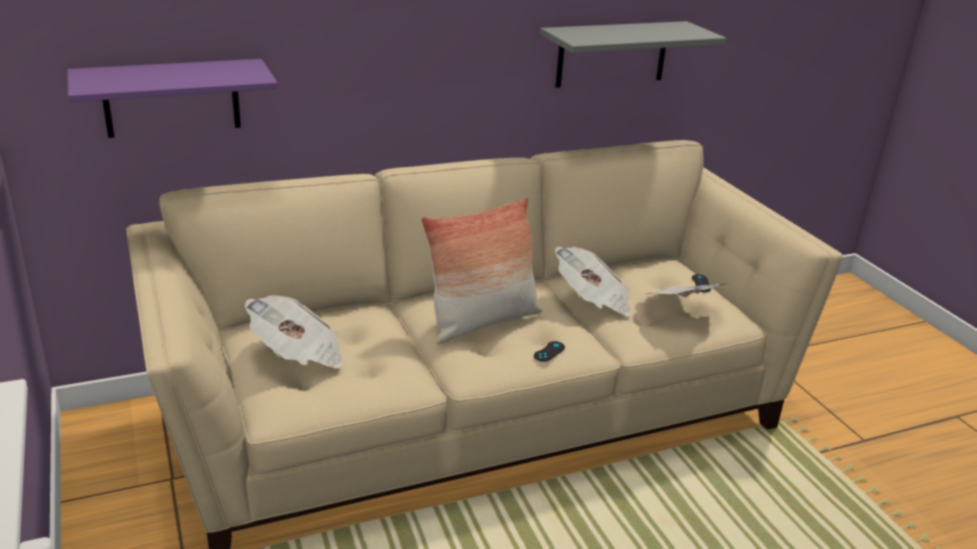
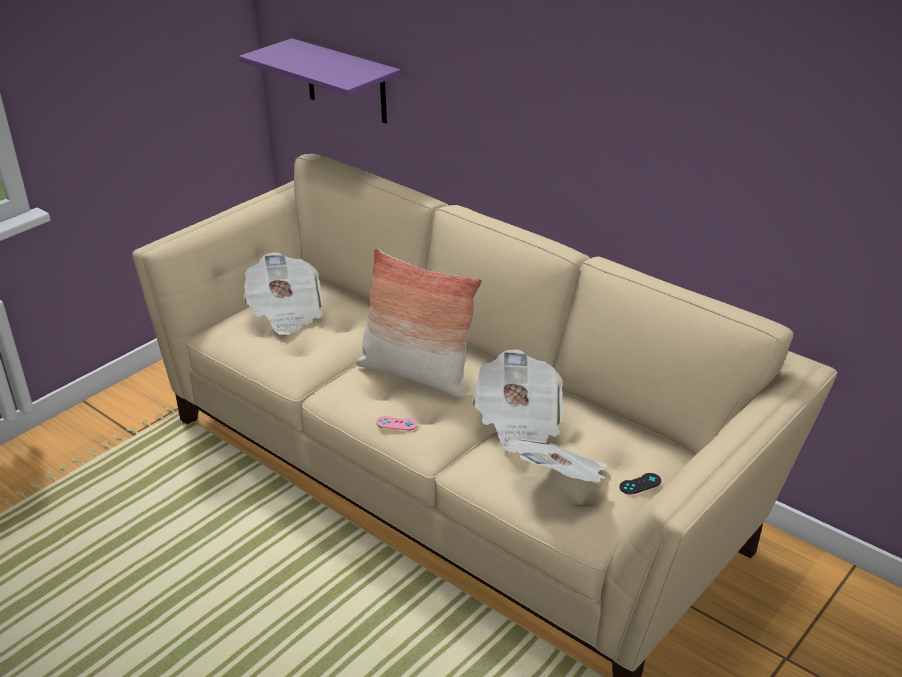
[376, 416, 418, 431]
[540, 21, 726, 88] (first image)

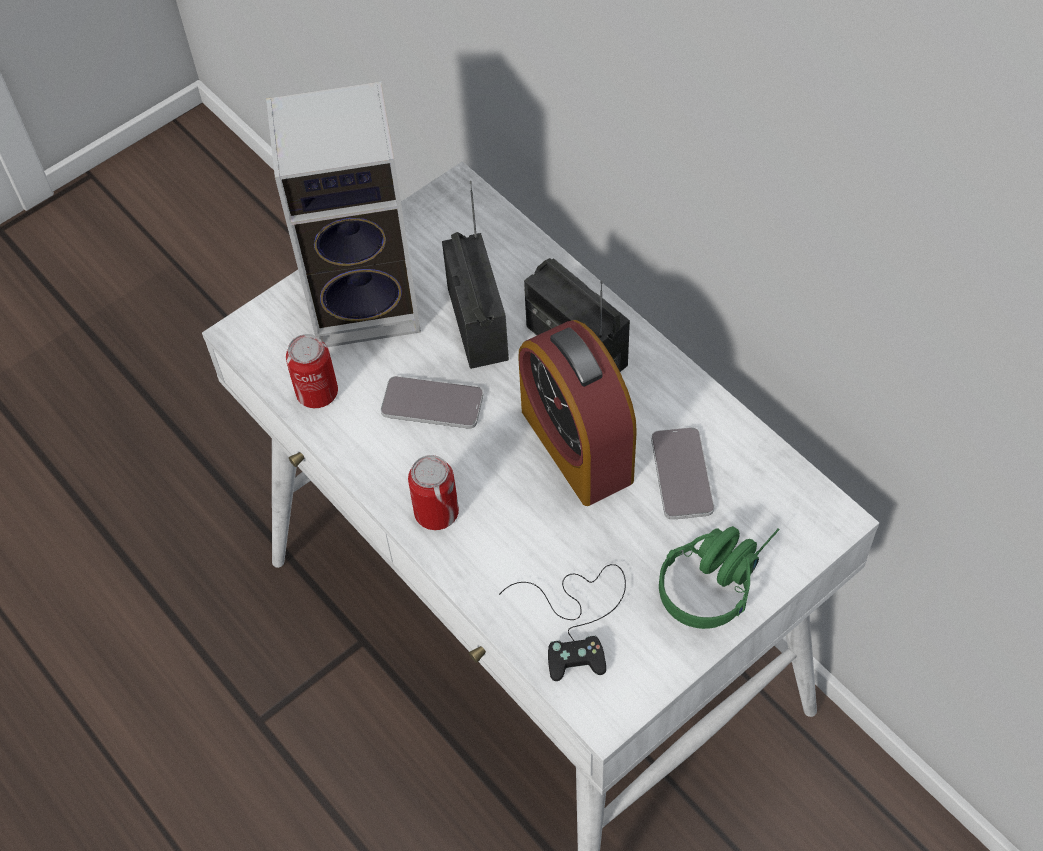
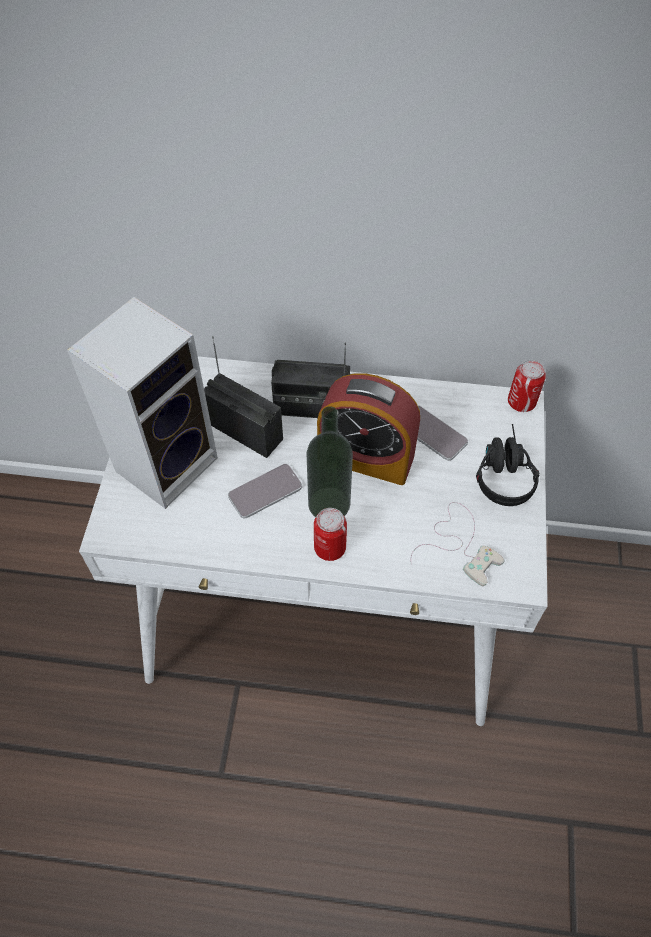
[508, 360, 546, 412]
[411, 502, 504, 586]
[476, 424, 539, 506]
[306, 406, 353, 517]

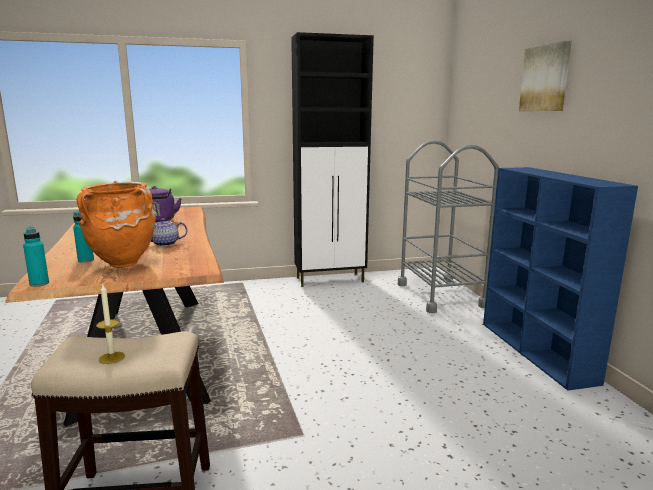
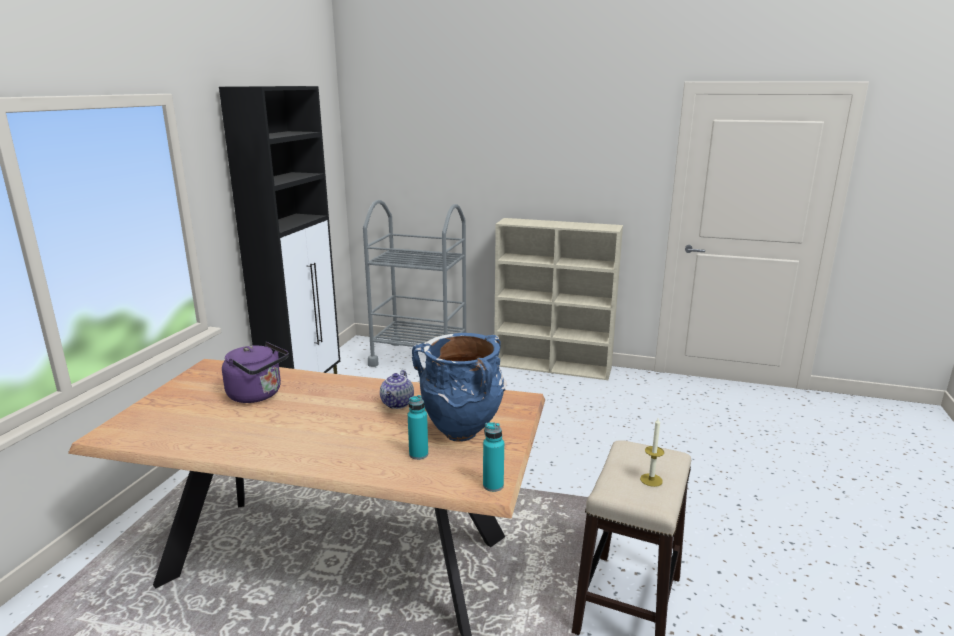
[412, 333, 507, 442]
[494, 218, 623, 380]
[519, 41, 572, 111] (first image)

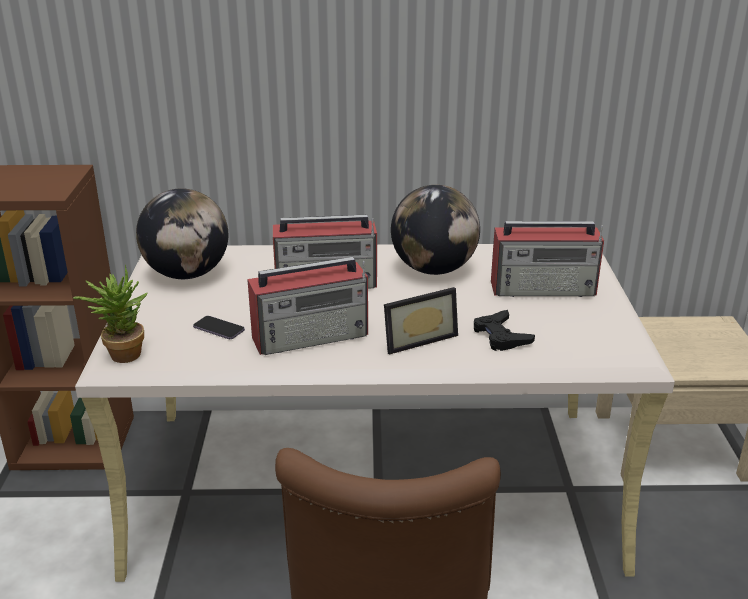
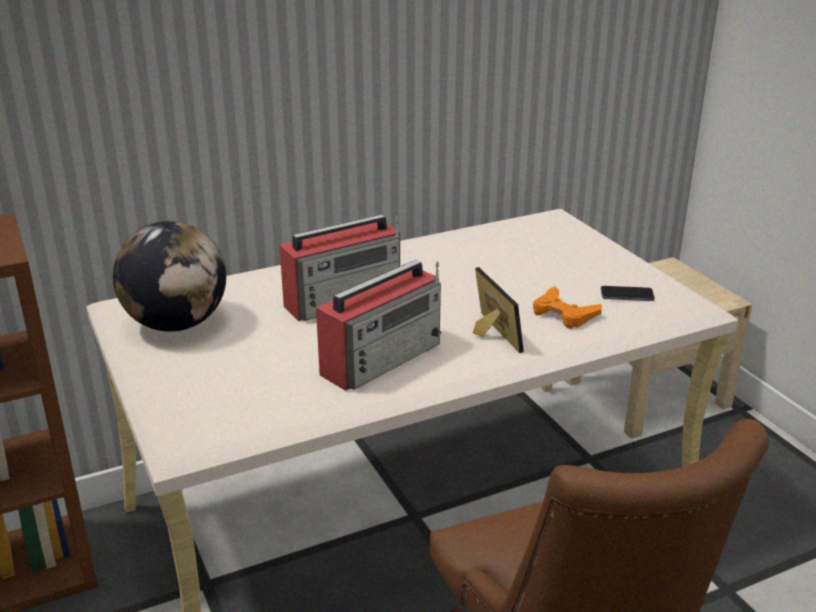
[73, 265, 148, 363] (first image)
[601, 286, 655, 301]
[473, 267, 524, 353]
[391, 185, 480, 275] (first image)
[533, 286, 602, 329]
[491, 221, 604, 297] (first image)

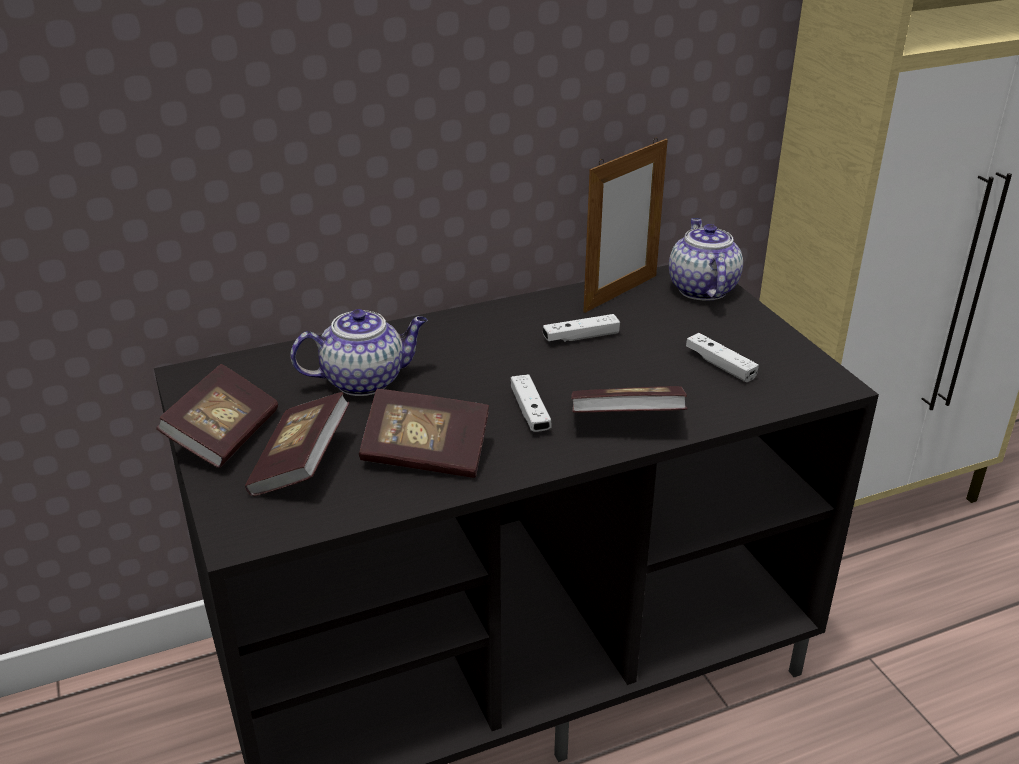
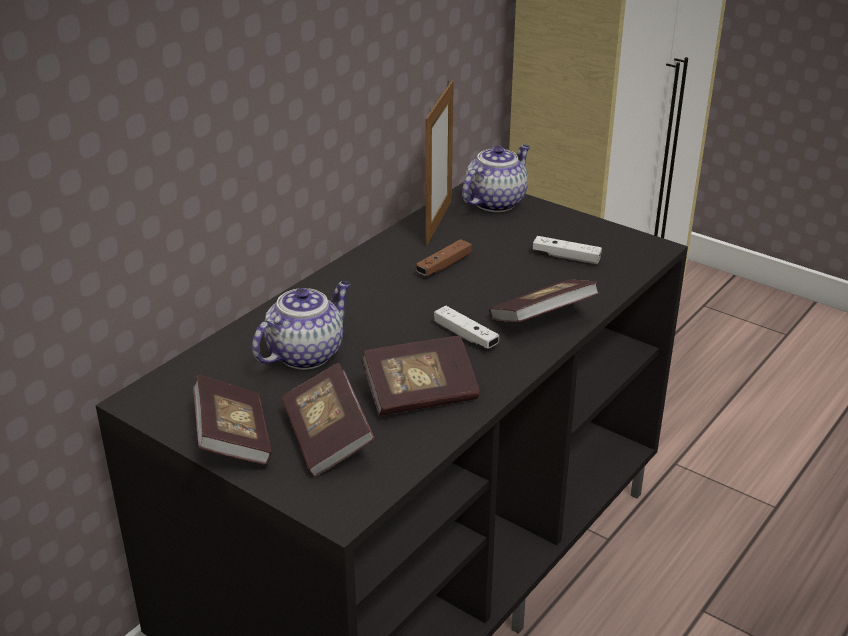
[416, 239, 472, 276]
[462, 145, 530, 212]

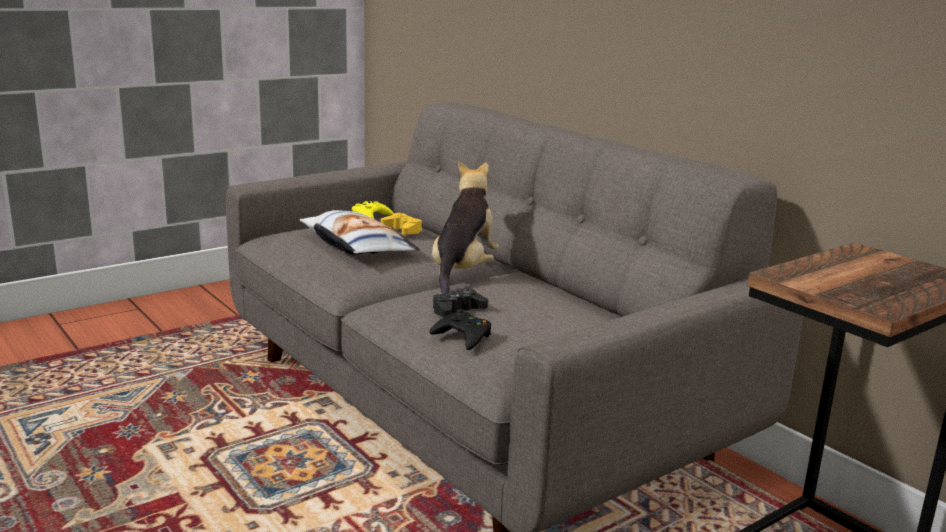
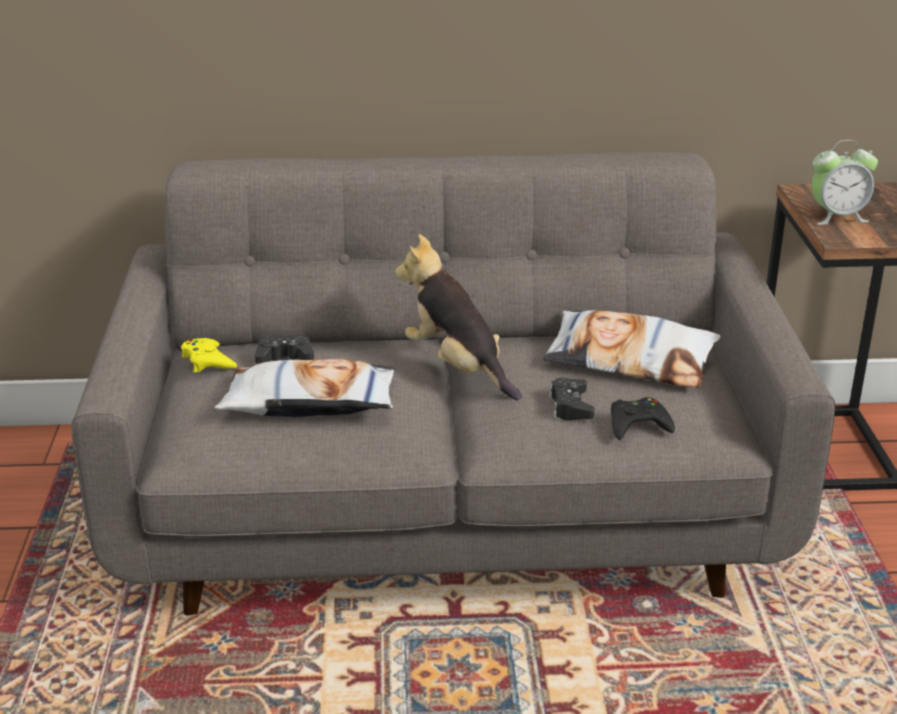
[255, 334, 314, 364]
[542, 310, 721, 387]
[811, 140, 878, 225]

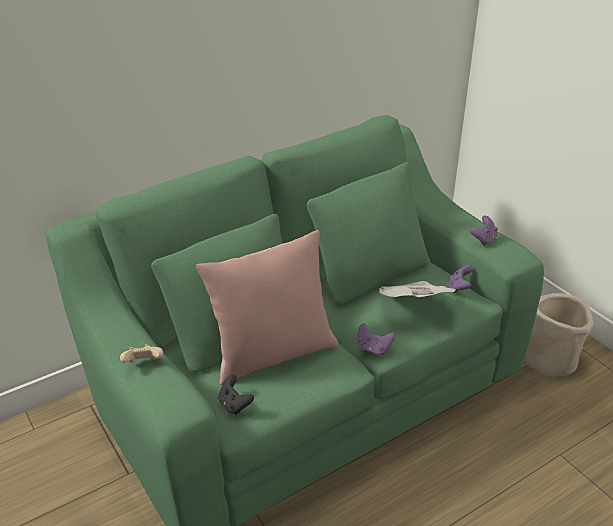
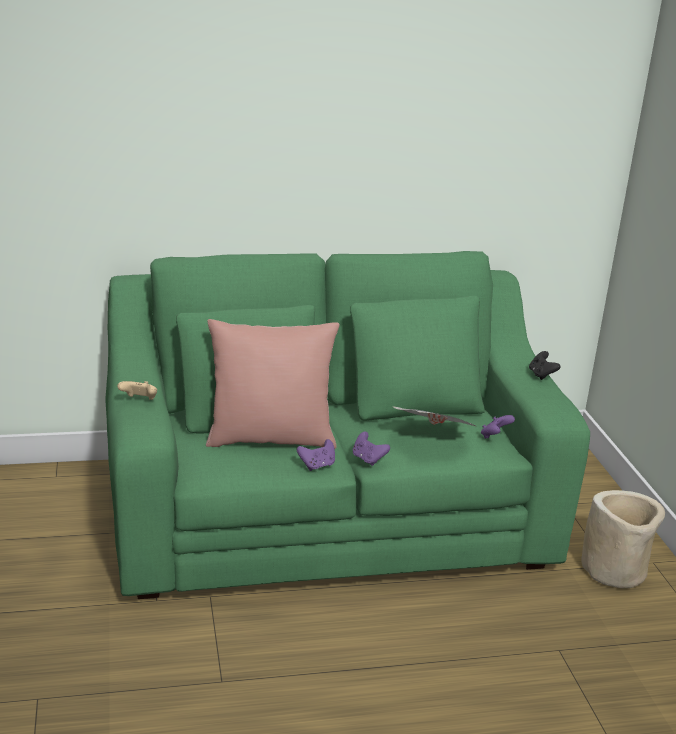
[529, 351, 561, 380]
[297, 439, 335, 471]

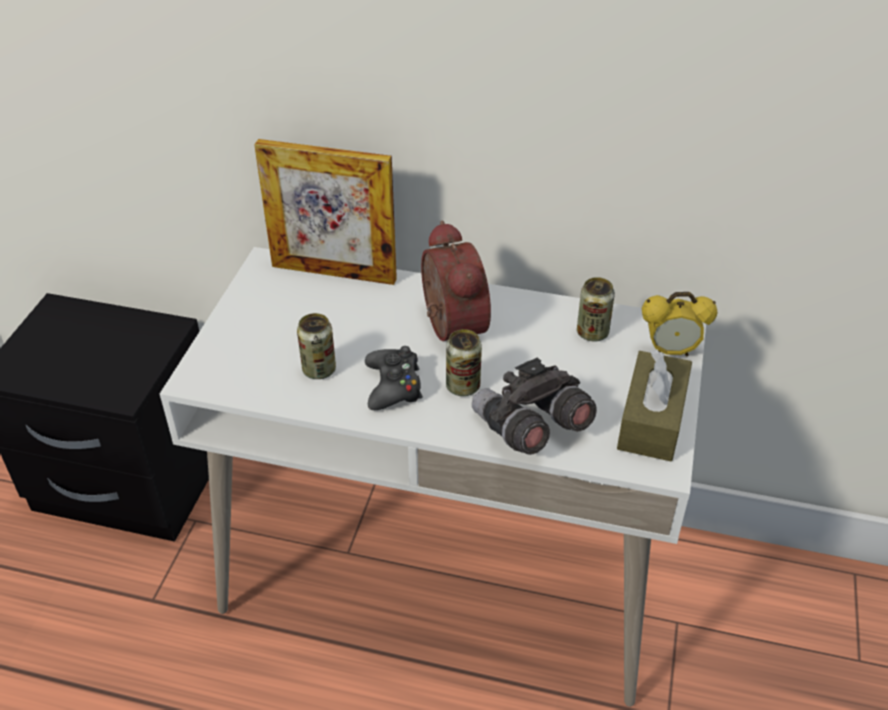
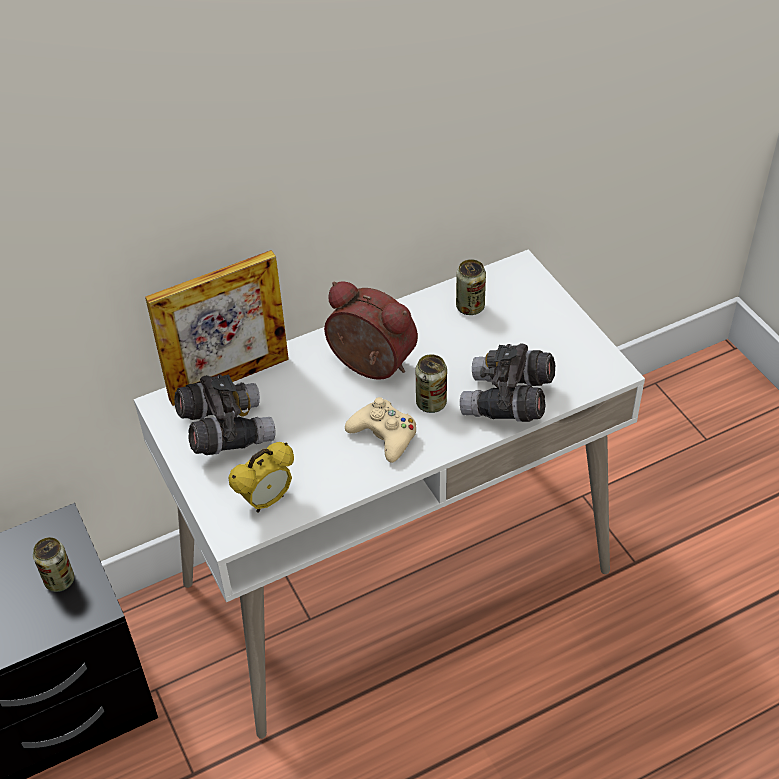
[33, 537, 74, 592]
[345, 397, 416, 463]
[617, 350, 692, 461] (first image)
[228, 442, 294, 513]
[174, 374, 275, 455]

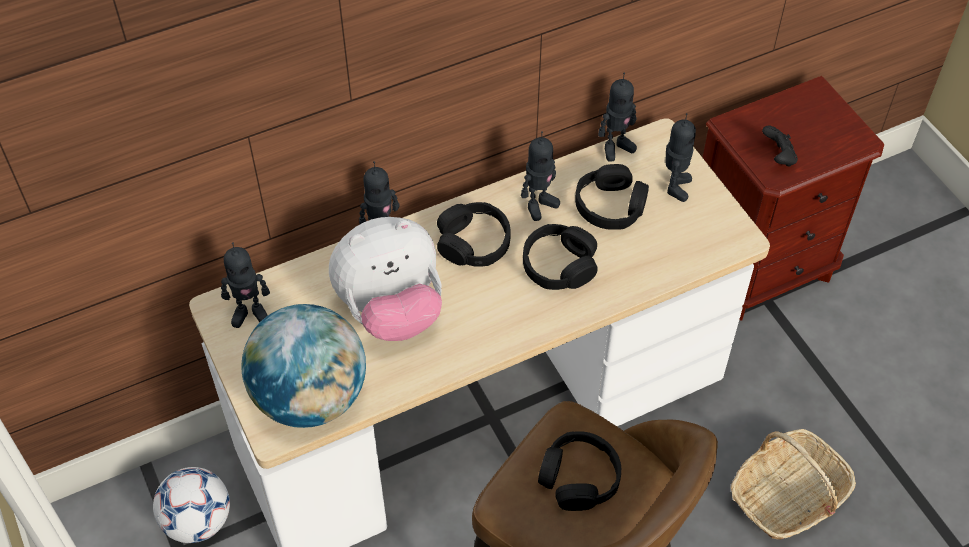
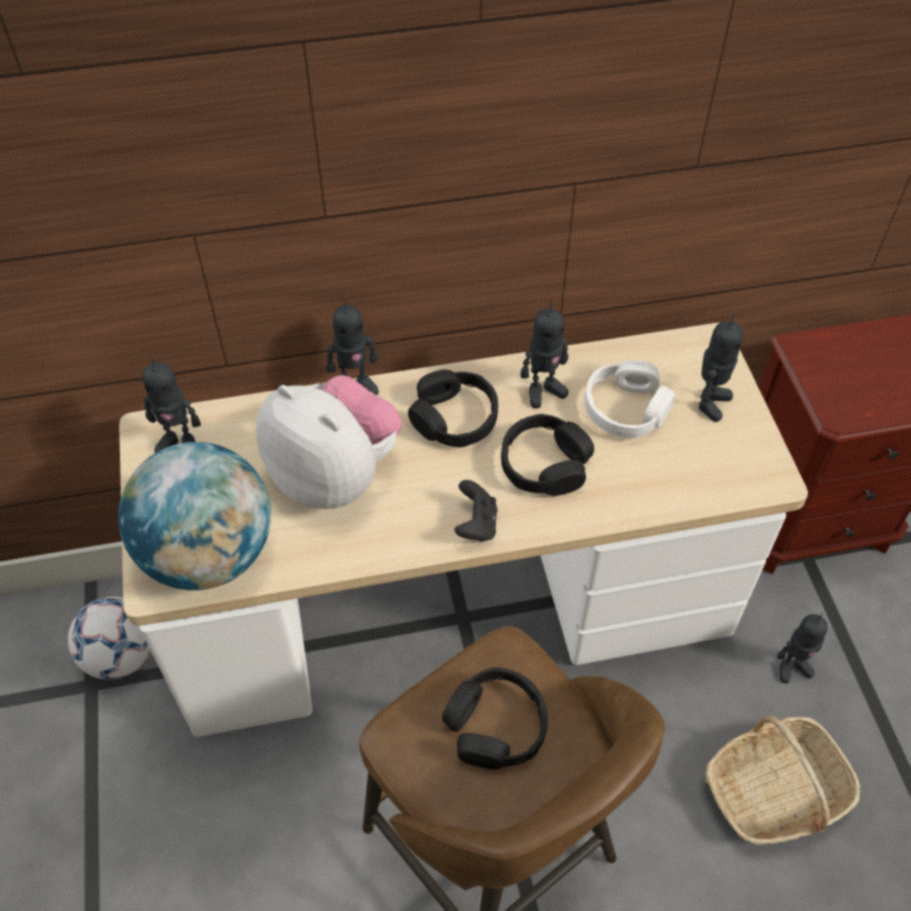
[256, 375, 402, 509]
[585, 360, 676, 438]
[777, 614, 828, 683]
[455, 480, 497, 542]

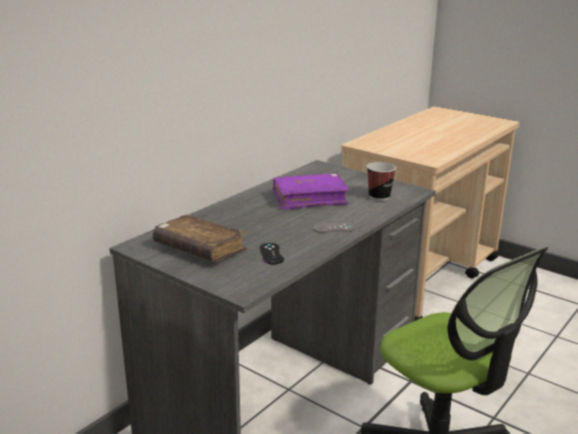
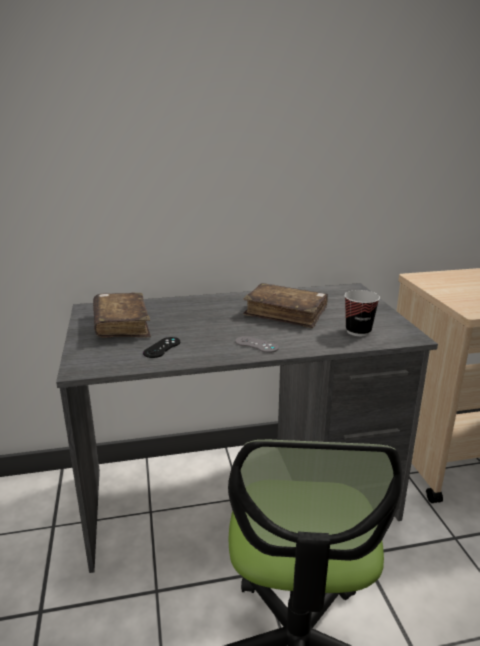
[243, 283, 328, 328]

